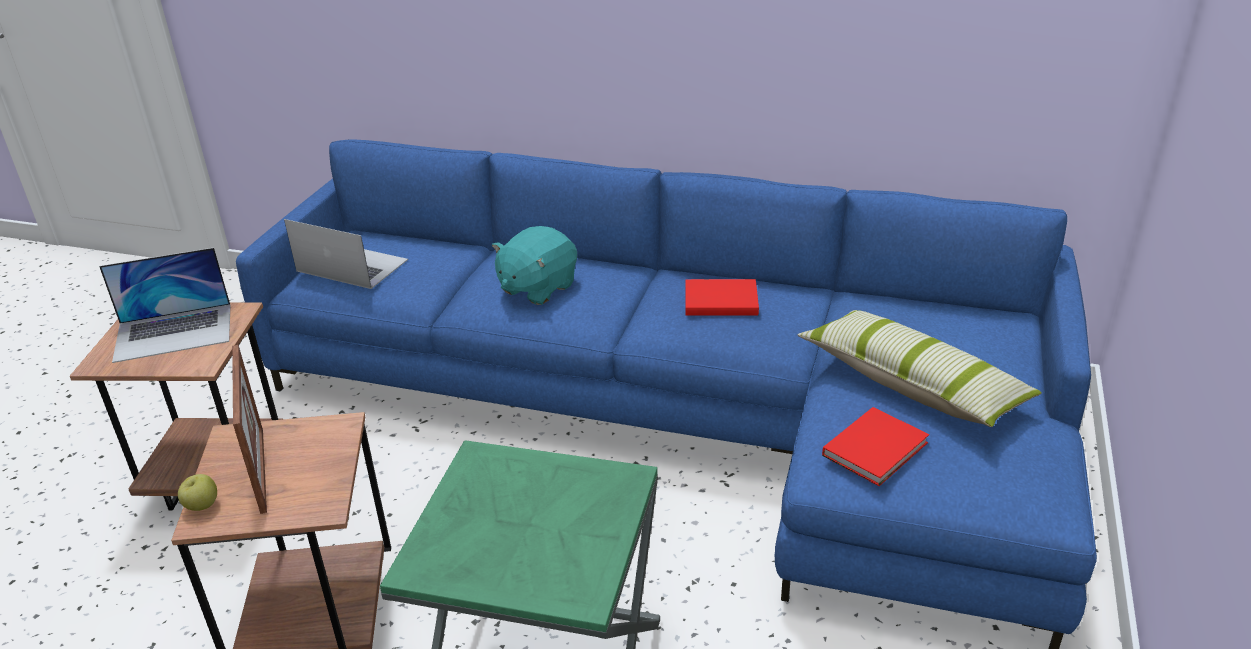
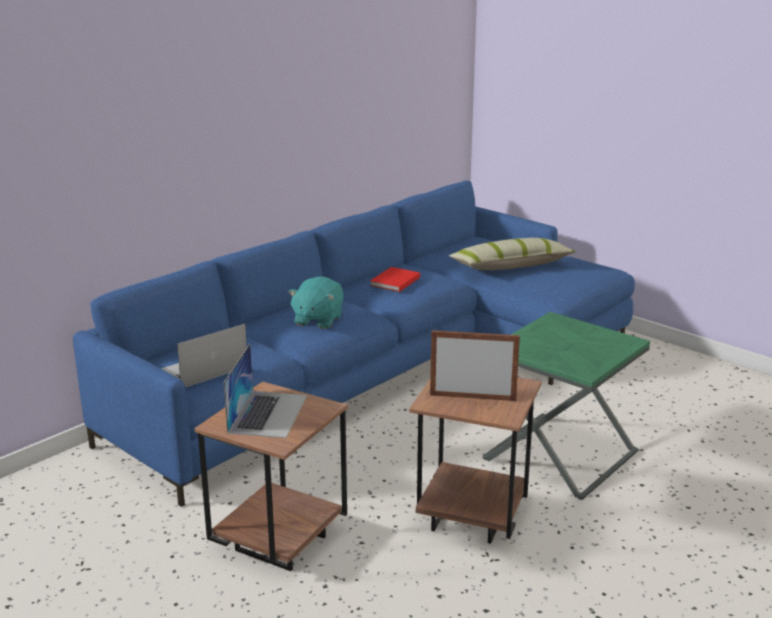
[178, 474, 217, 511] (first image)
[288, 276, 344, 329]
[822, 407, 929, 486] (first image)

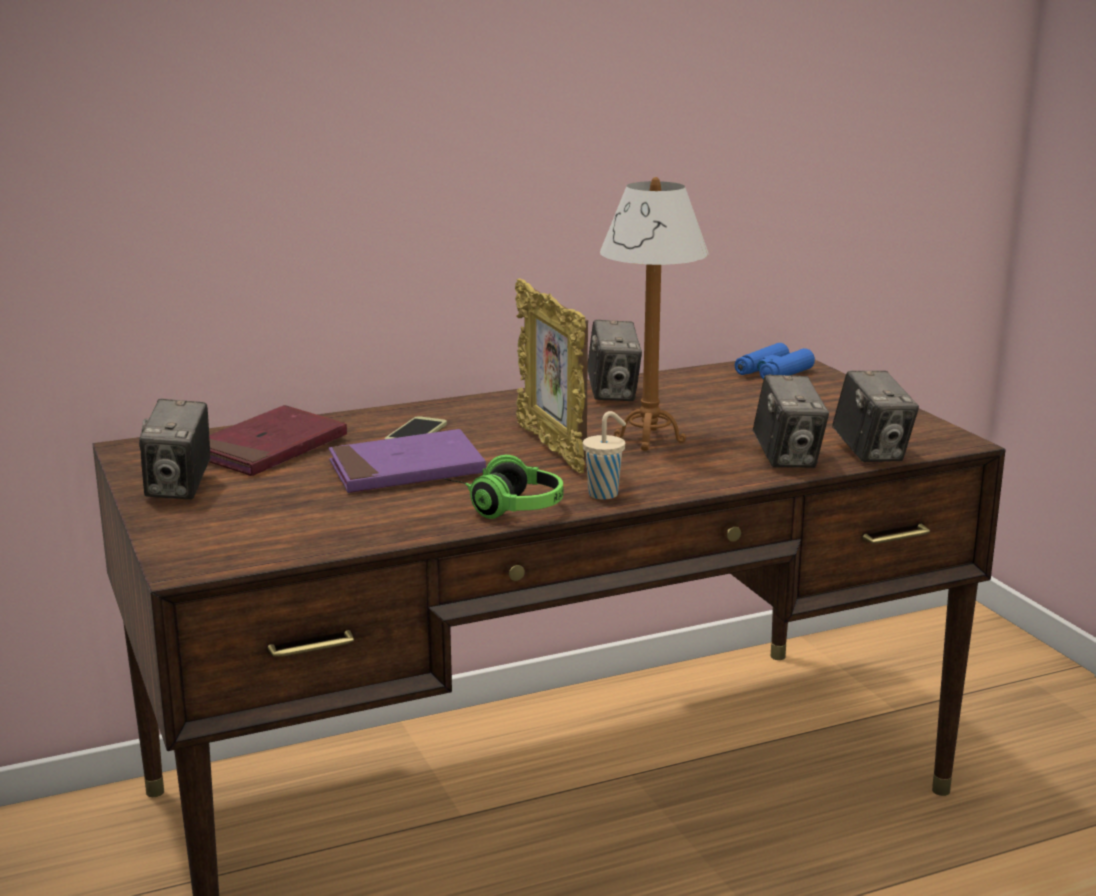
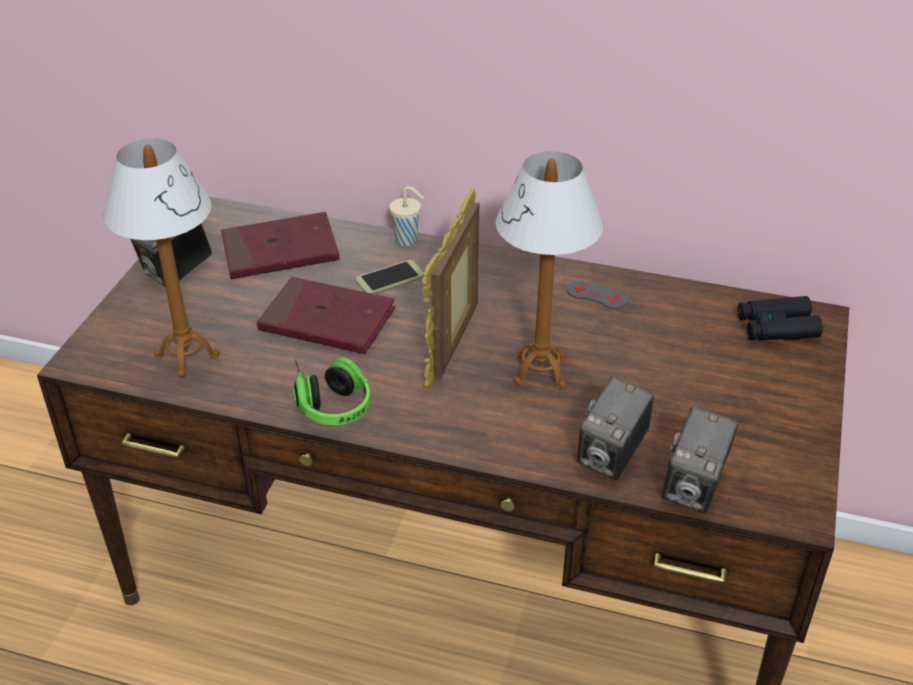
[257, 277, 396, 354]
[389, 186, 424, 246]
[567, 281, 628, 309]
[738, 296, 823, 340]
[104, 139, 219, 377]

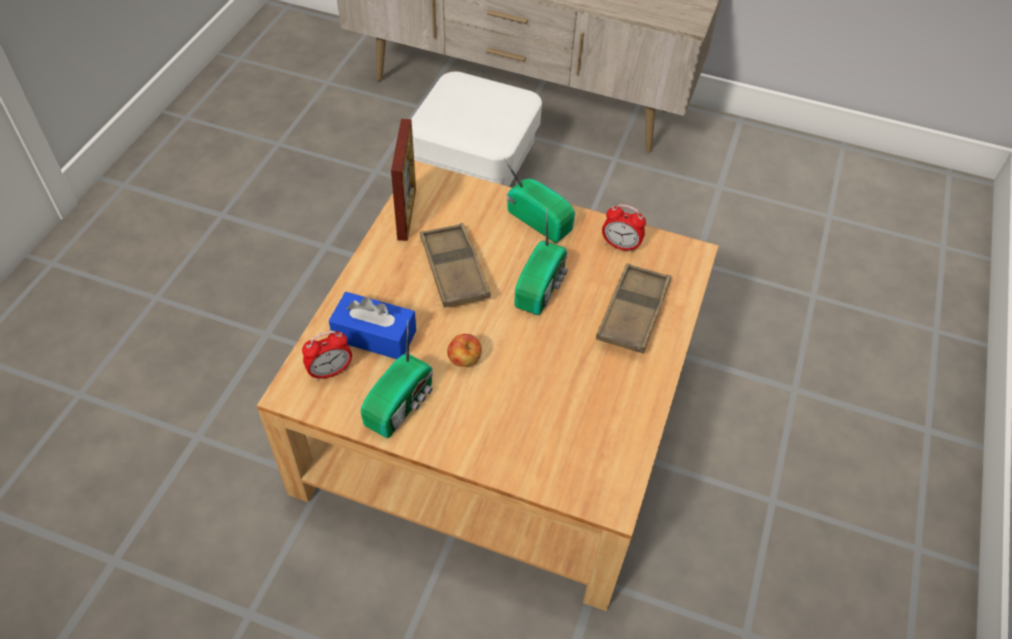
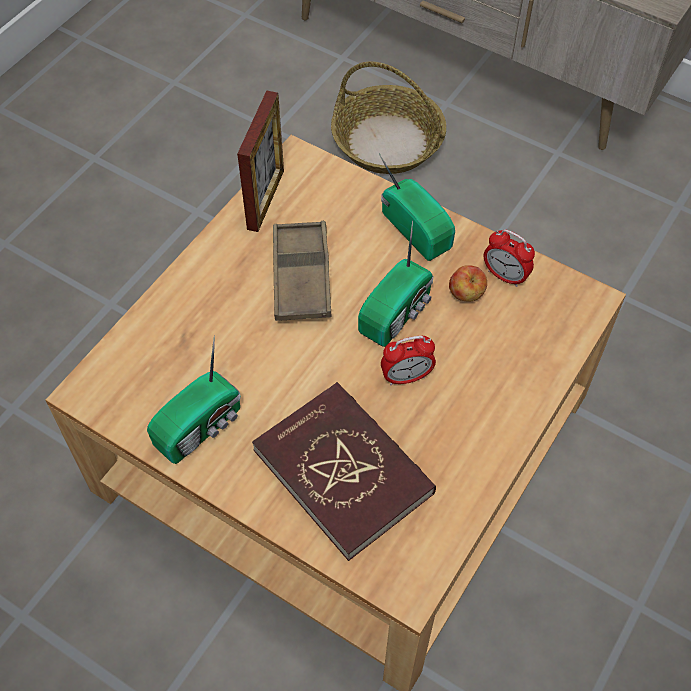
[381, 336, 436, 385]
[329, 292, 416, 359] (first image)
[331, 62, 446, 174]
[449, 265, 487, 302]
[596, 263, 671, 353] (first image)
[252, 382, 436, 561]

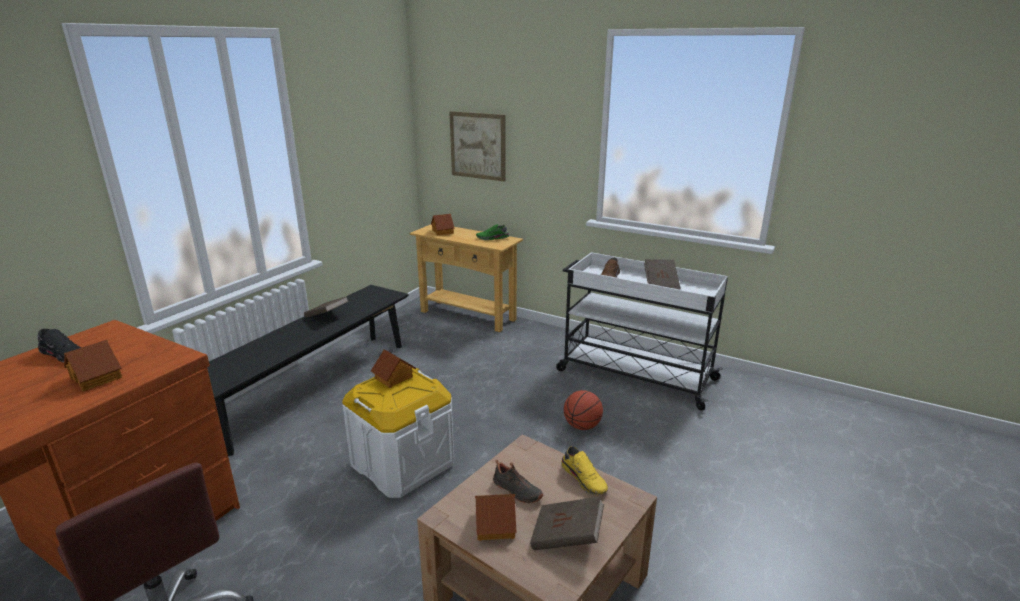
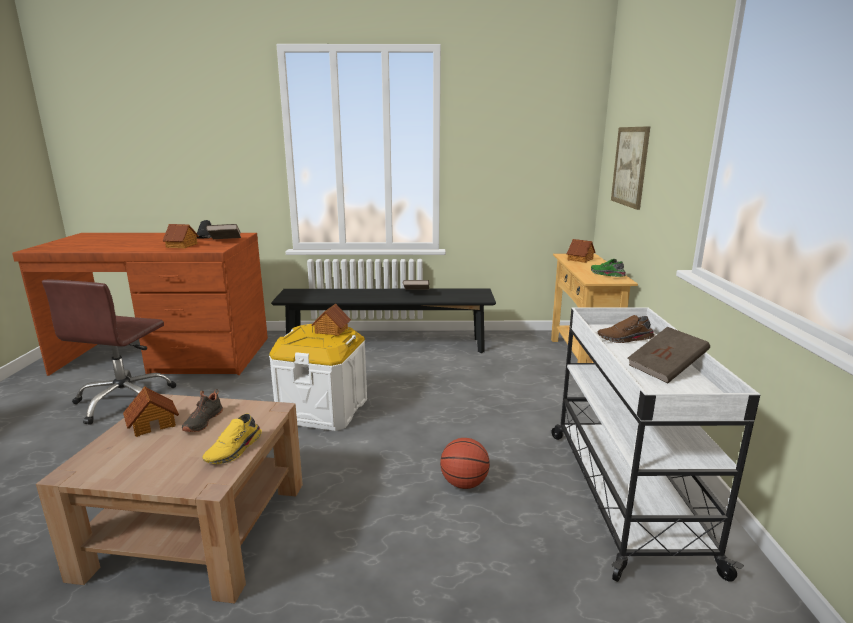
[206, 224, 241, 239]

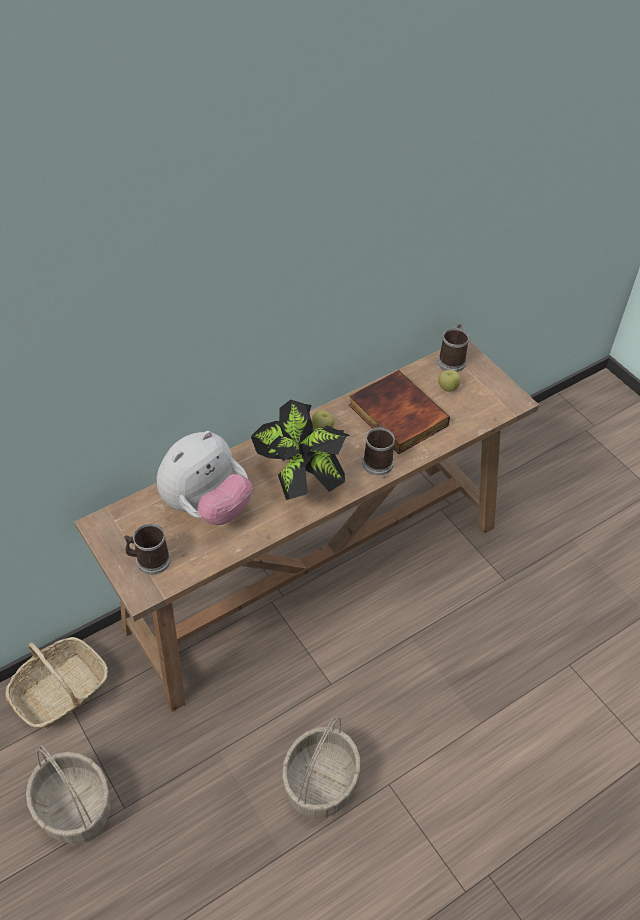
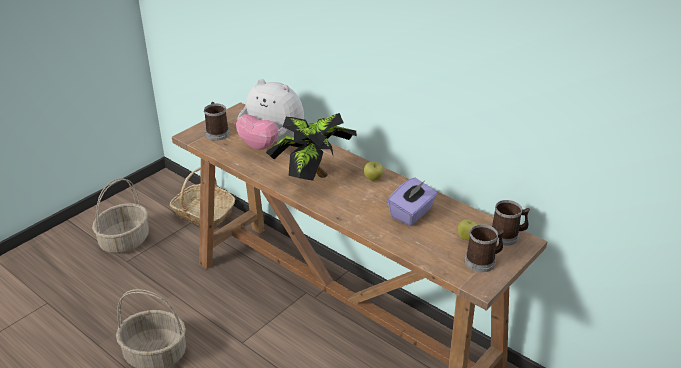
[388, 178, 438, 226]
[465, 224, 504, 272]

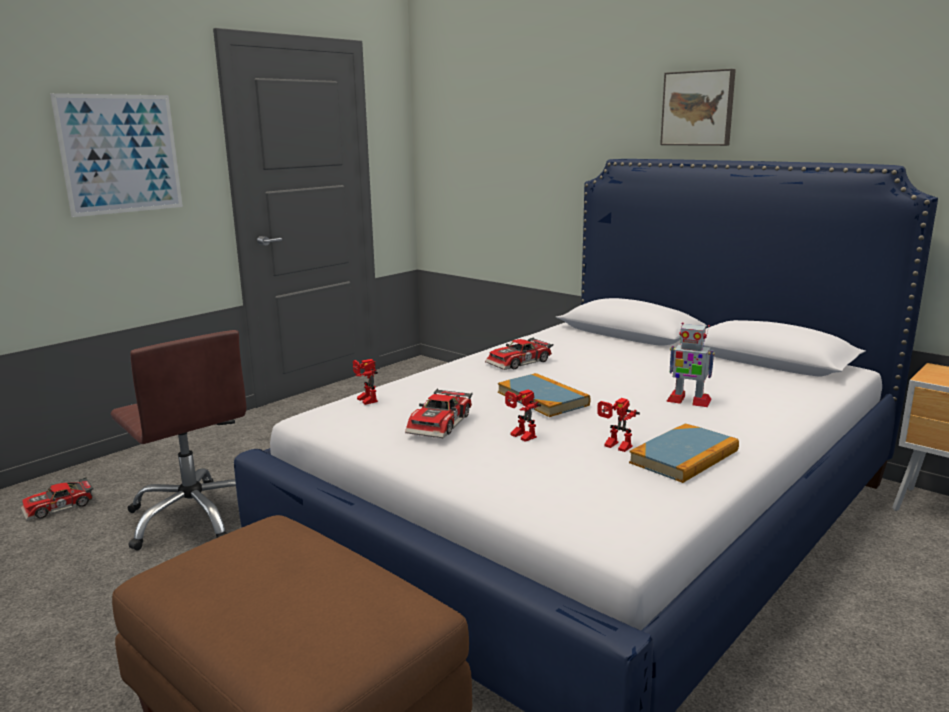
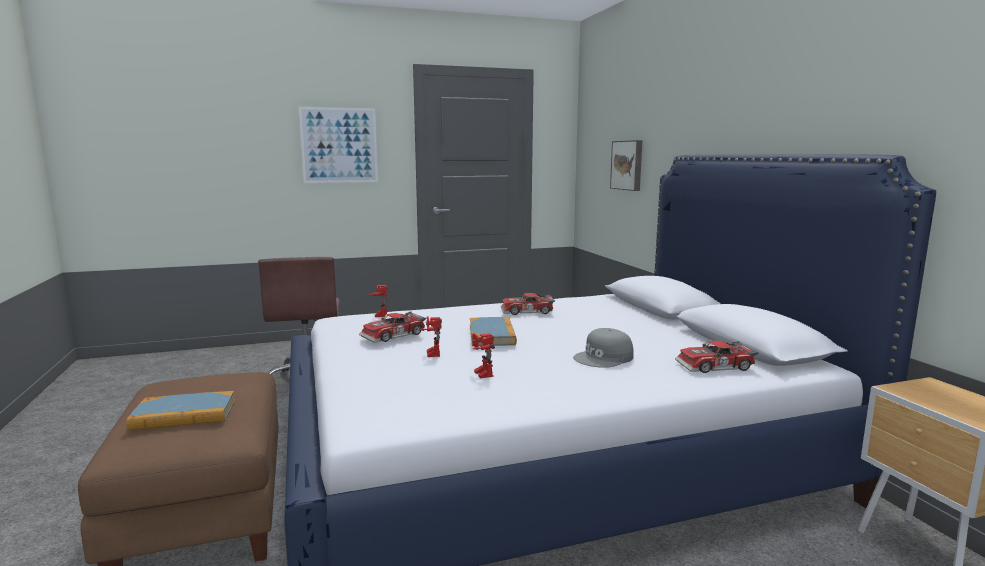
[675, 341, 758, 373]
[126, 391, 235, 430]
[610, 140, 642, 191]
[573, 328, 634, 368]

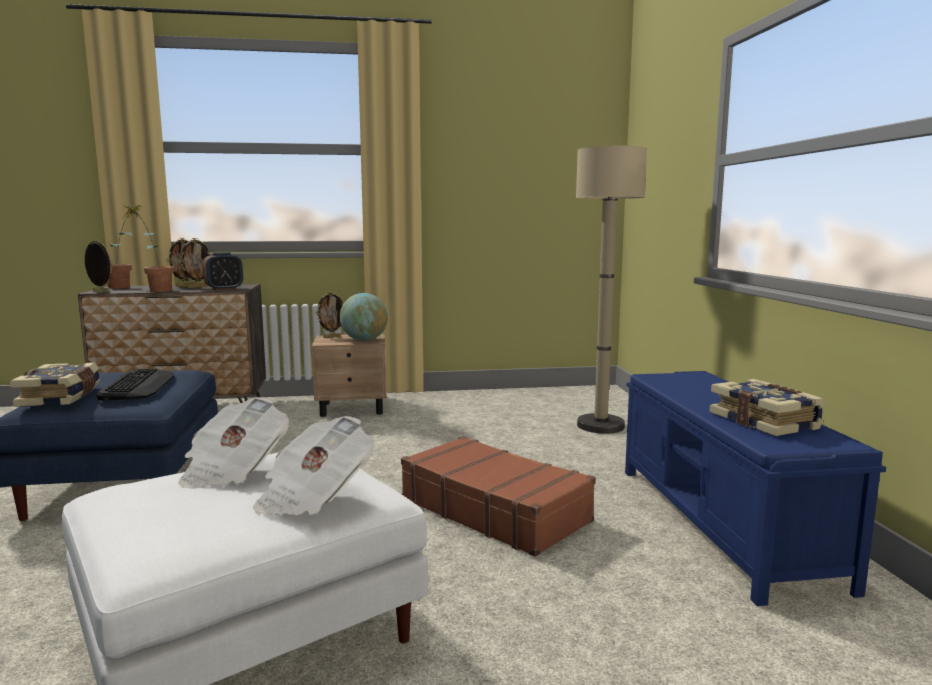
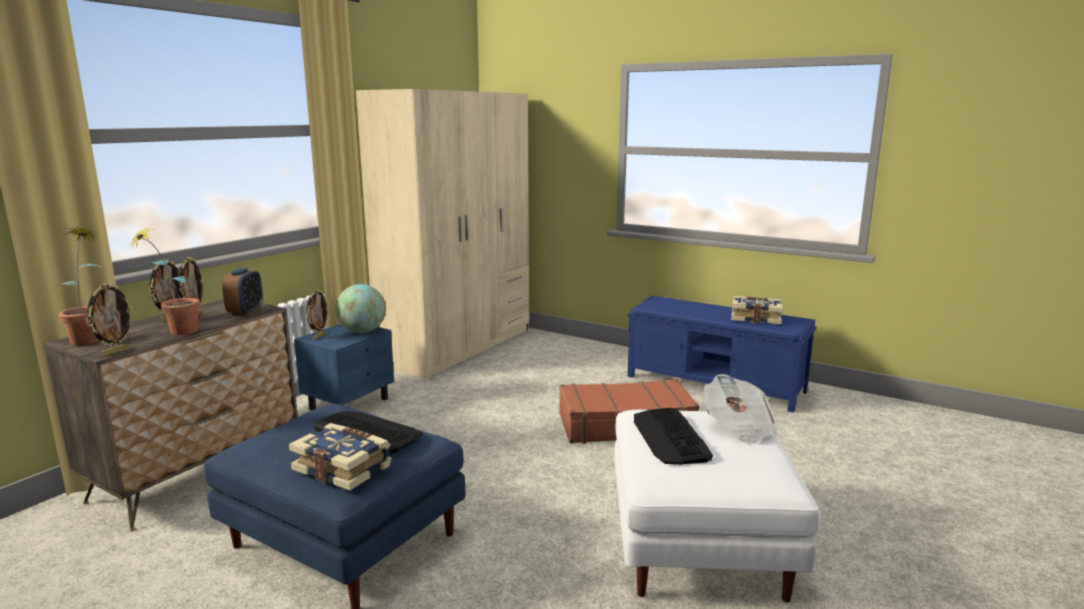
[86, 283, 134, 356]
[634, 408, 713, 465]
[294, 324, 394, 410]
[576, 146, 647, 434] (first image)
[356, 89, 529, 379]

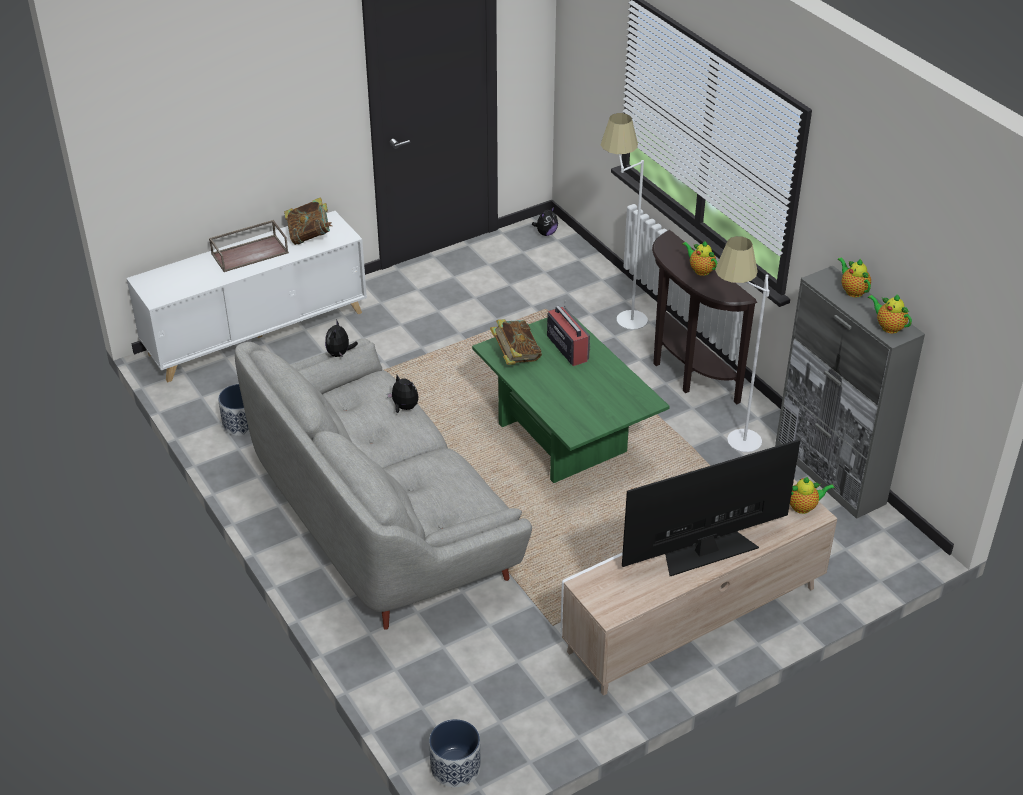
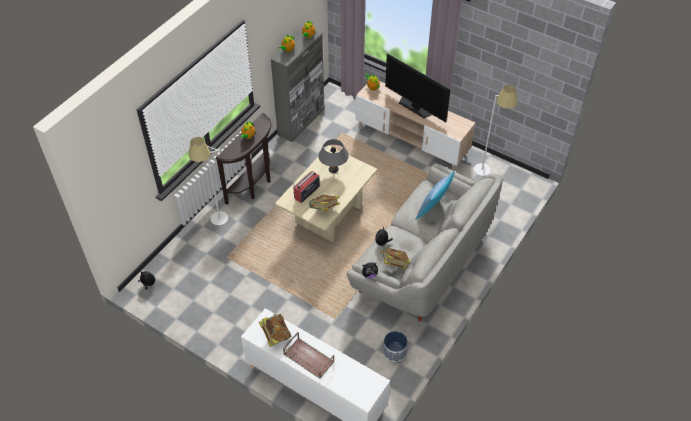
[429, 719, 481, 787] (first image)
[275, 146, 377, 242]
[474, 85, 517, 176]
[318, 139, 349, 173]
[381, 247, 410, 269]
[415, 171, 455, 220]

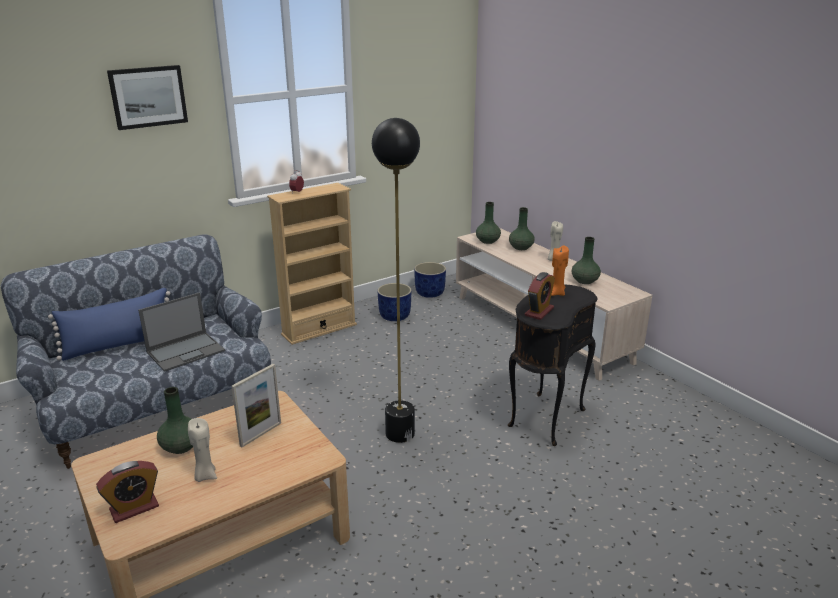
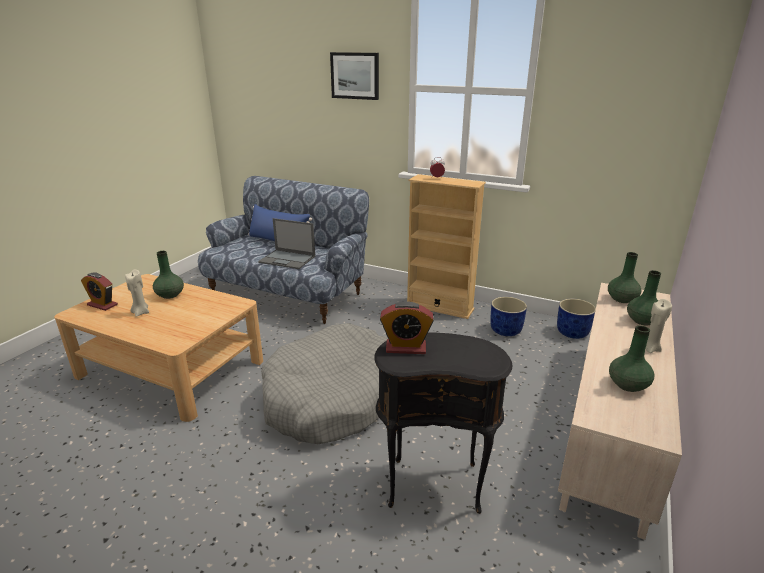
[231, 364, 281, 447] (first image)
[261, 323, 388, 444]
[551, 246, 569, 296] (first image)

